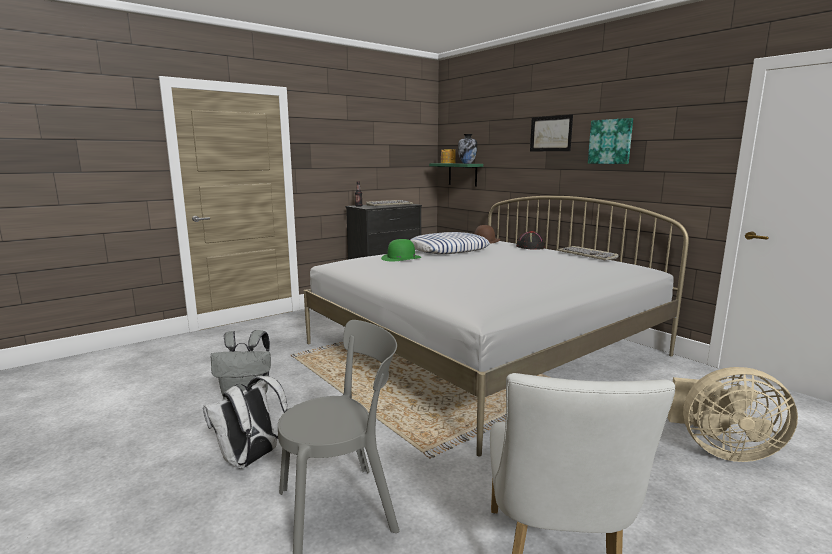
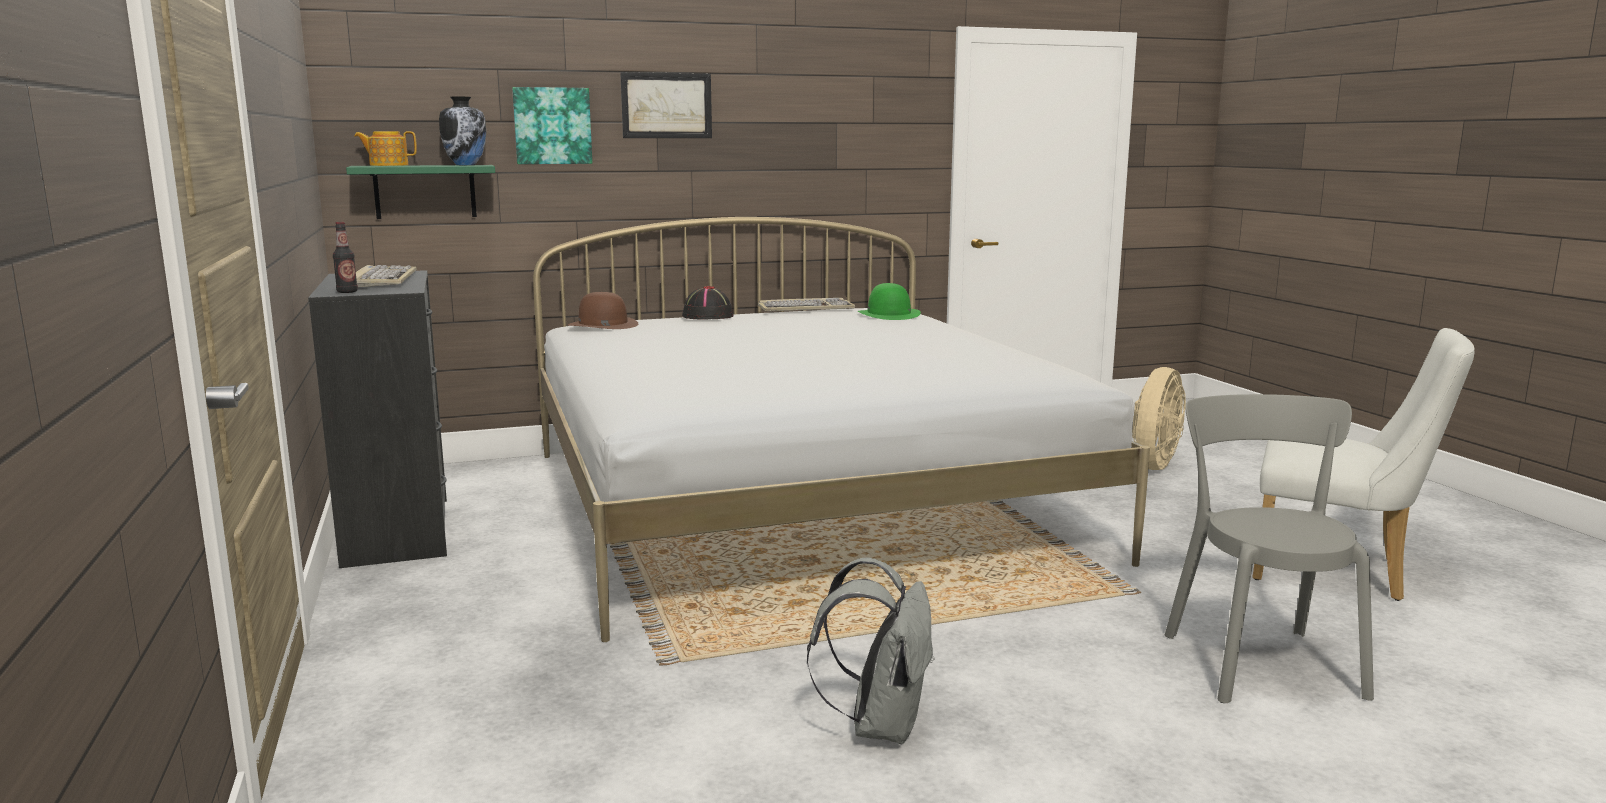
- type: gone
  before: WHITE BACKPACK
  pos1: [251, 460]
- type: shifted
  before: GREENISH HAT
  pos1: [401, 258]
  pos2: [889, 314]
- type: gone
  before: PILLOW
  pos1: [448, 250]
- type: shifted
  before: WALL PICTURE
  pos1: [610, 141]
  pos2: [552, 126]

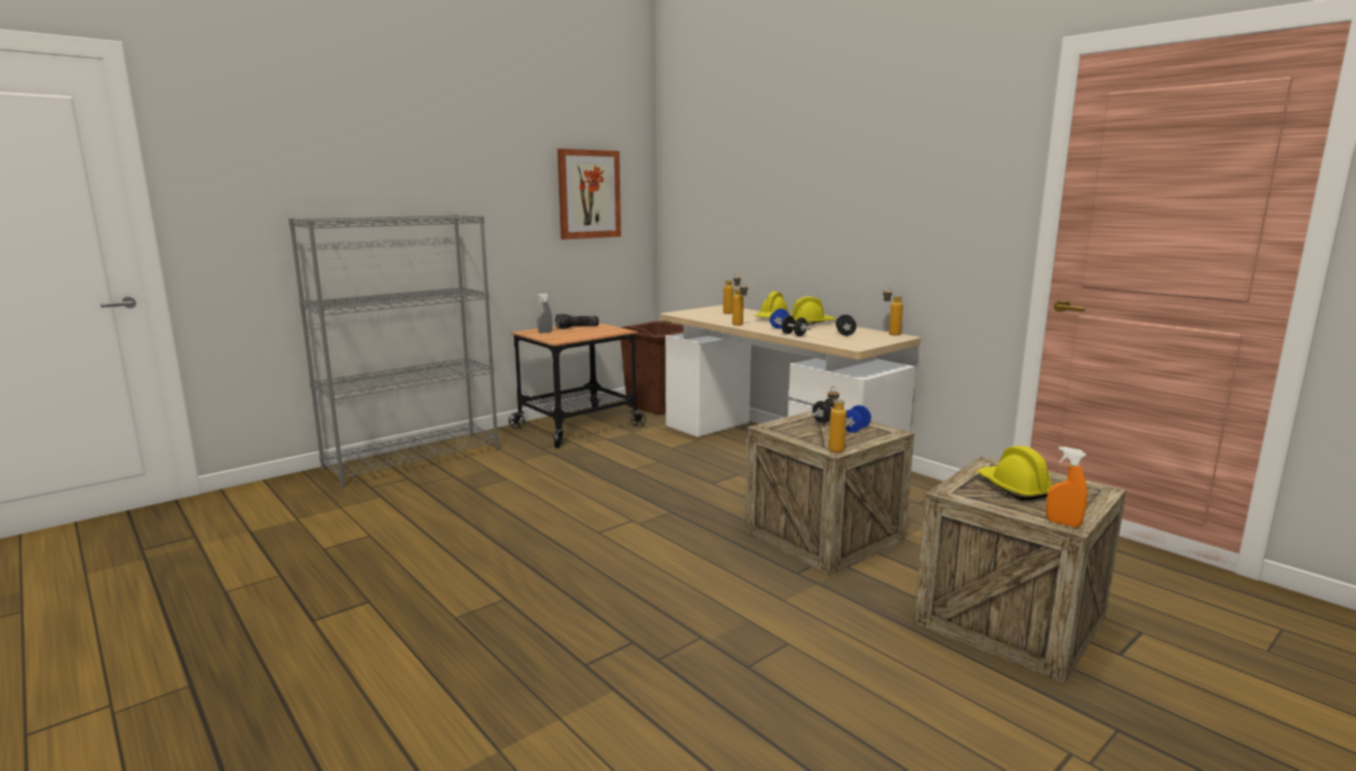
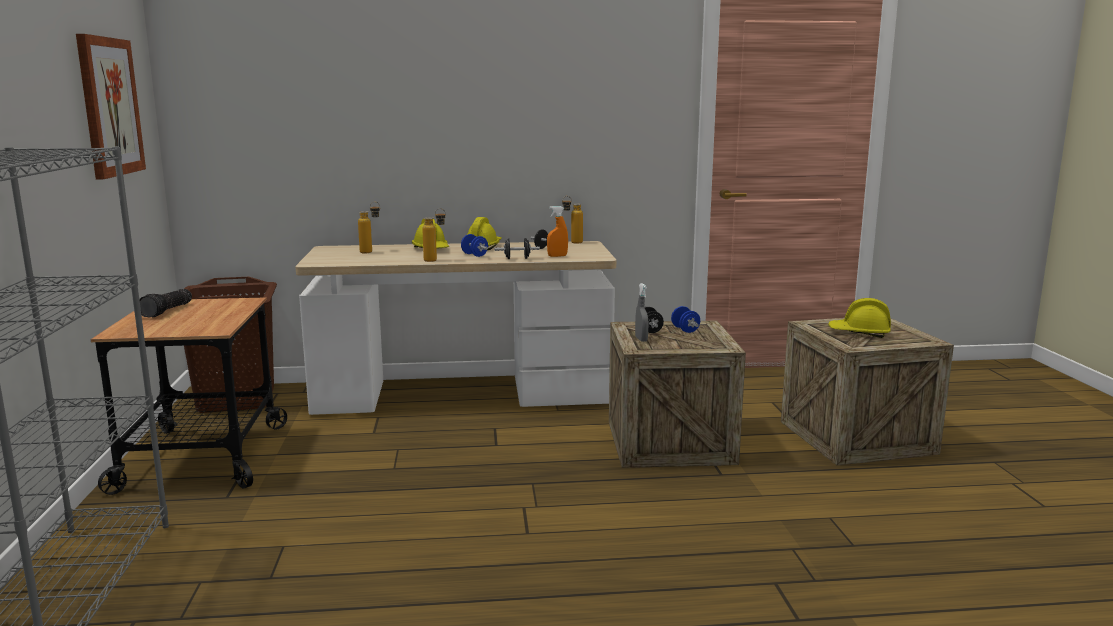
- type: shifted
  before: GREY SPRAYER
  pos1: [545, 332]
  pos2: [641, 339]
- type: gone
  before: DRINK BOTTLE
  pos1: [833, 448]
- type: shifted
  before: ORANGE-COLOURED SPRAYER
  pos1: [1063, 523]
  pos2: [557, 256]

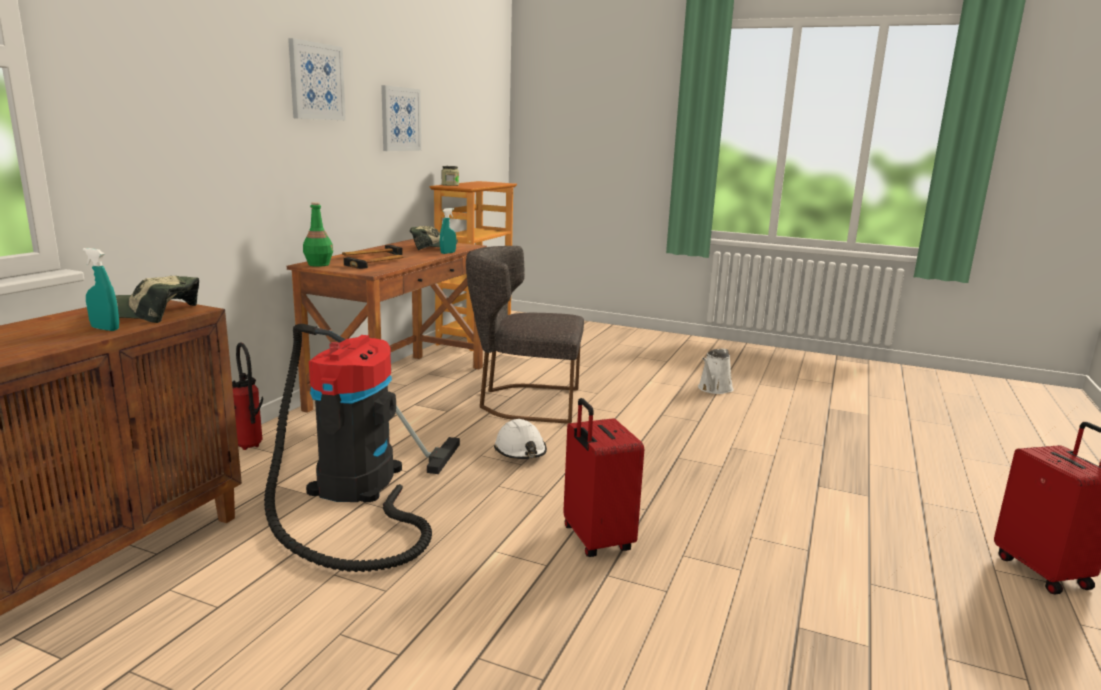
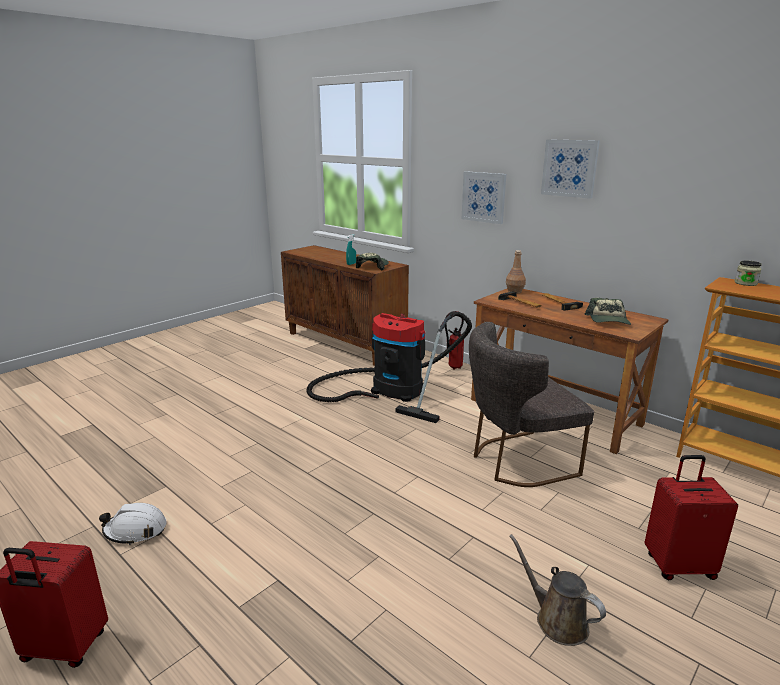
- type: repainted
  before: GREENISH DRINK BOTTLE
  after: BROWN DRINK BOTTLE
  pos1: [319, 264]
  pos2: [515, 291]
- type: shifted
  before: WALL PICTURE
  pos1: [400, 119]
  pos2: [484, 197]
- type: gone
  before: TURQUOISE-COLOURED SPRAYER
  pos1: [448, 253]
- type: rotated
  before: GREY UPRIGHT CHAIR
  pos1: [524, 402]
  pos2: [516, 461]
  turn: -135
- type: shifted
  before: WHITE WORK HELMET
  pos1: [520, 451]
  pos2: [136, 530]
- type: shifted
  before: RED TRAVEL CASE
  pos1: [595, 540]
  pos2: [678, 565]
- type: repainted
  before: WHITE SPRINKLING CAN
  after: BROWN SPRINKLING CAN
  pos1: [714, 389]
  pos2: [557, 620]

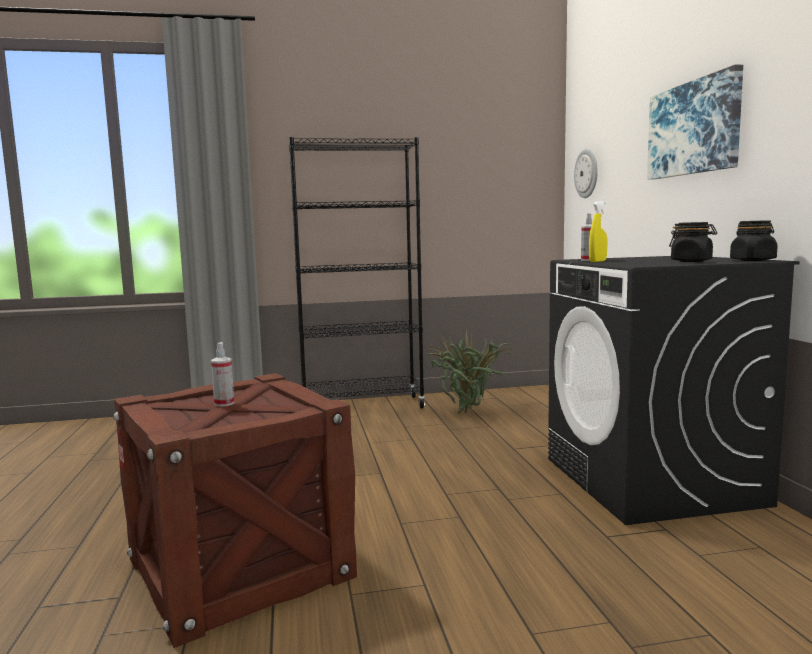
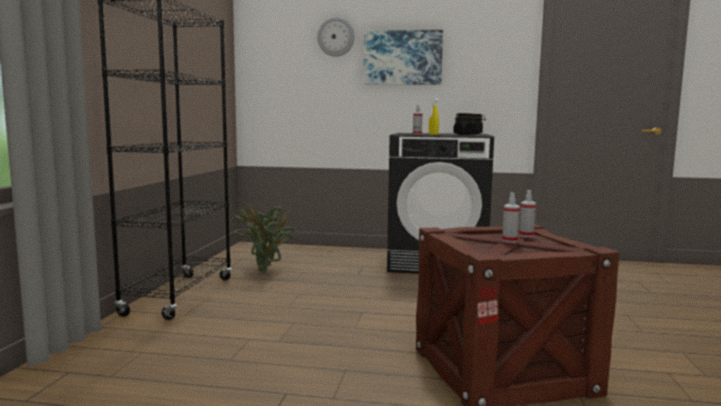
- type: shifted
  before: HANGING CLOCK
  pos1: [587, 173]
  pos2: [336, 37]
- type: new
  after: SPRAYER
  pos2: [526, 235]

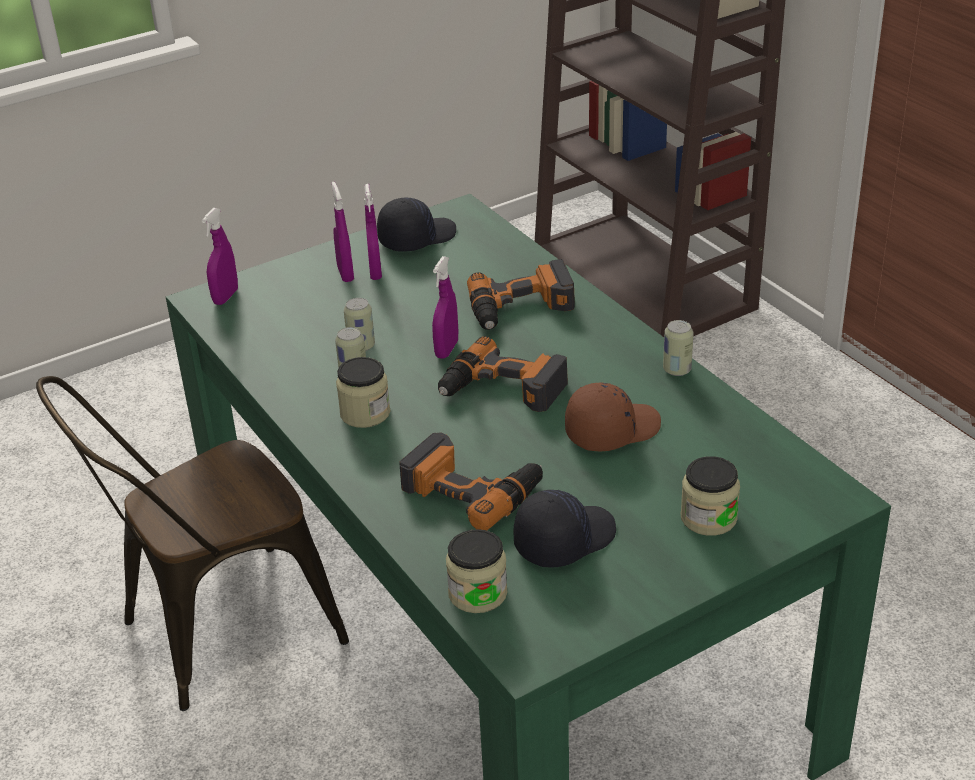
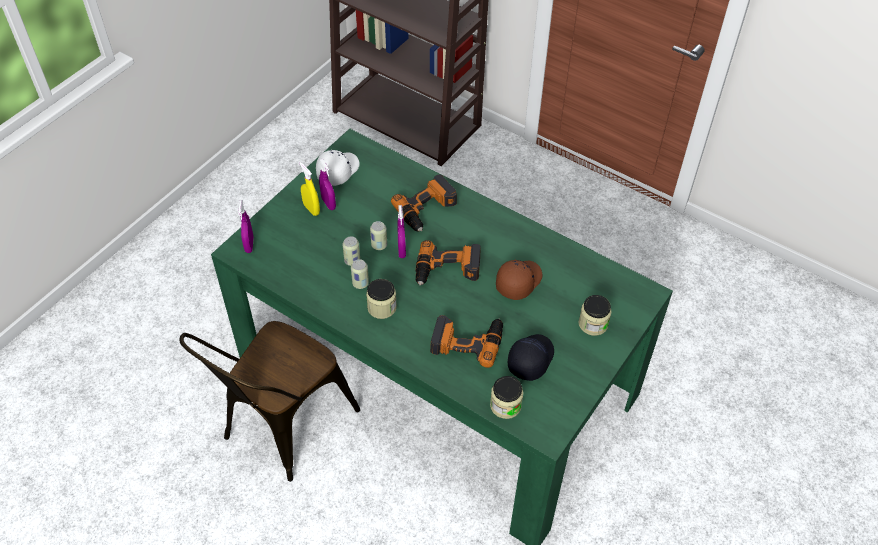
- type: repainted
  before: PURPLE-COLOURED SPRAYER
  after: YELLOW-COLOURED SPRAYER
  pos1: [345, 274]
  pos2: [311, 209]
- type: repainted
  before: BLACKISH PEAKED CAP
  after: WHITE PEAKED CAP
  pos1: [416, 237]
  pos2: [337, 171]
- type: shifted
  before: CAN
  pos1: [677, 370]
  pos2: [379, 245]

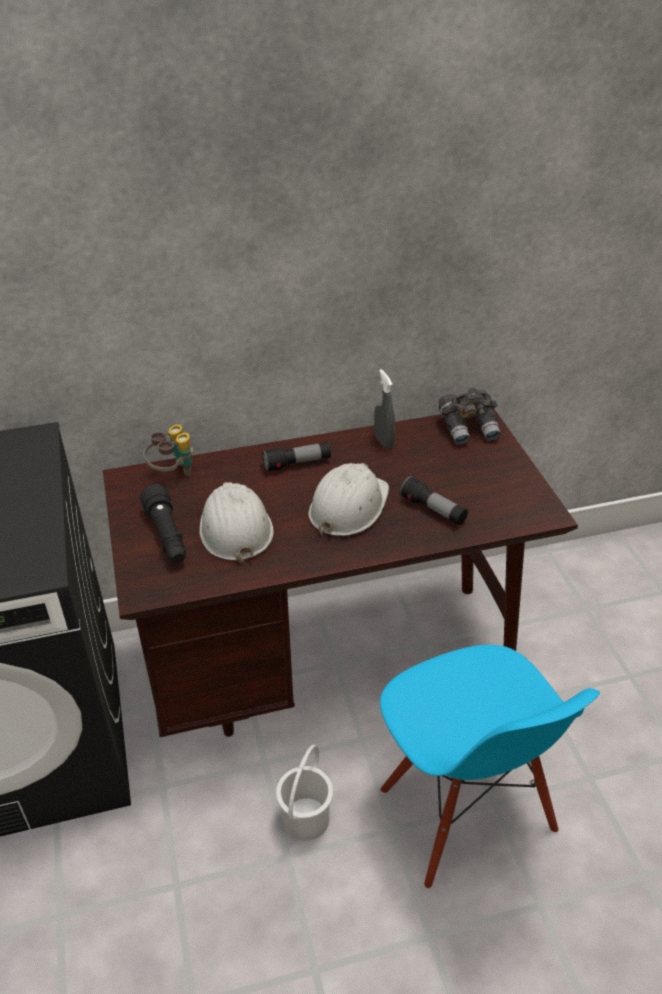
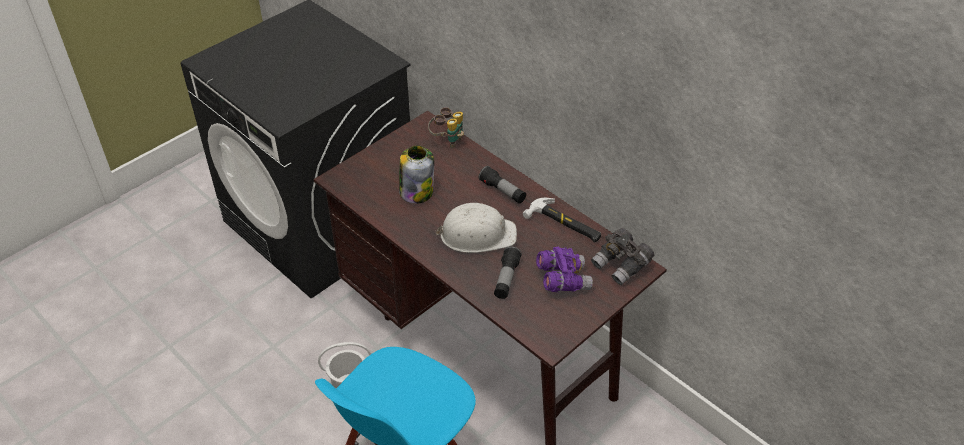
- type: gone
  before: BLACKISH HAND TORCH
  pos1: [167, 536]
- type: swapped
  before: WHITE WORK HELMET
  after: STORAGE JAR
  pos1: [235, 528]
  pos2: [416, 191]
- type: swapped
  before: GREY SPRAYER
  after: HAND HAMMER
  pos1: [383, 441]
  pos2: [564, 224]
- type: new
  after: PURPLE-COLOURED FIELD GLASSES
  pos2: [562, 279]

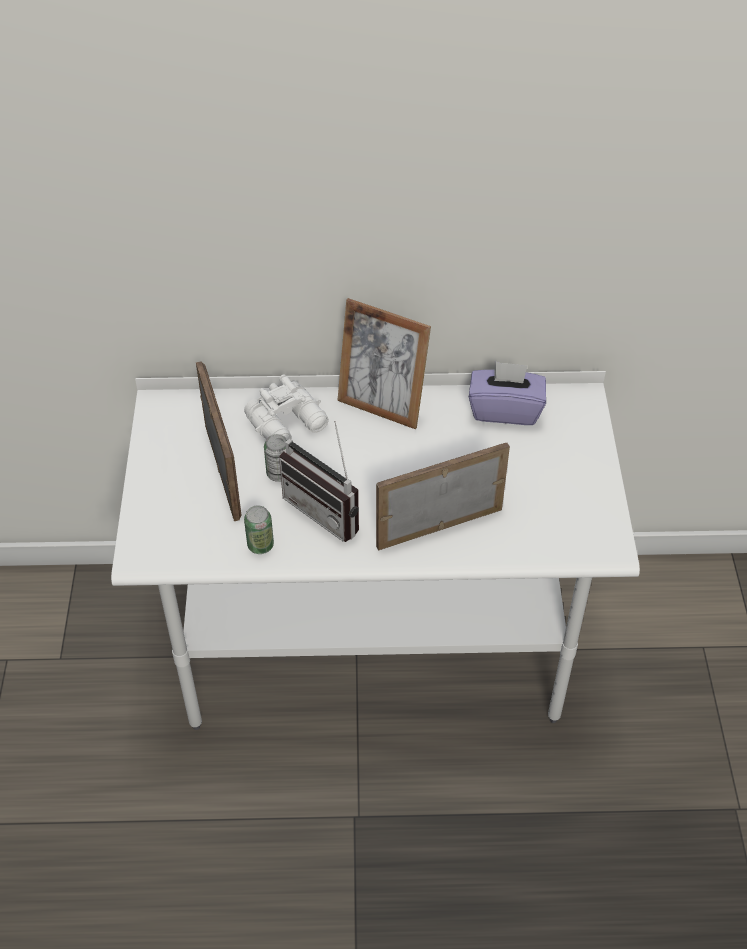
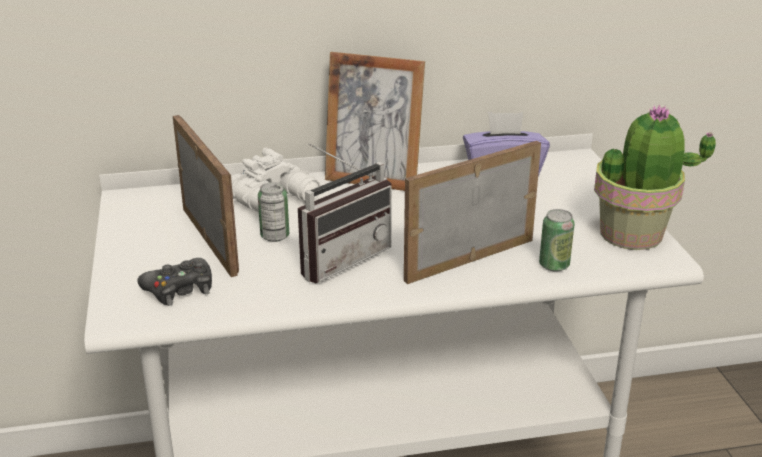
- type: shifted
  before: CAN
  pos1: [260, 545]
  pos2: [554, 265]
- type: rotated
  before: RADIO SET
  pos1: [329, 509]
  pos2: [339, 258]
  turn: -75
- type: new
  after: BLACKISH JOYPAD
  pos2: [179, 289]
- type: new
  after: PLANT IN A POT
  pos2: [632, 235]

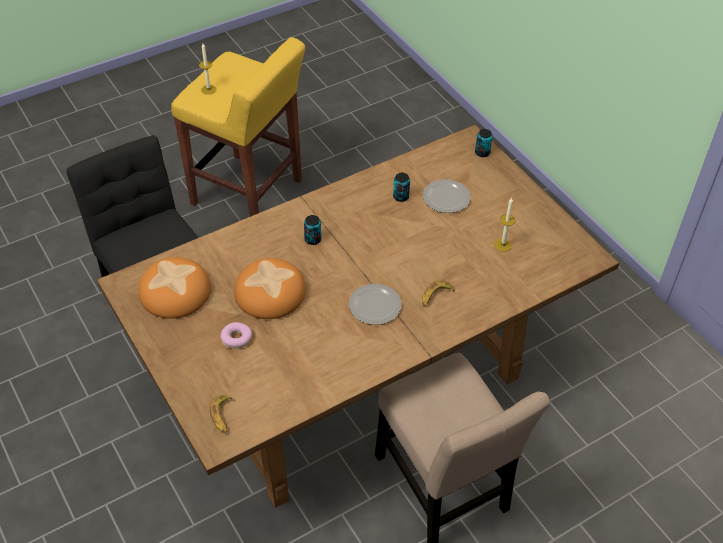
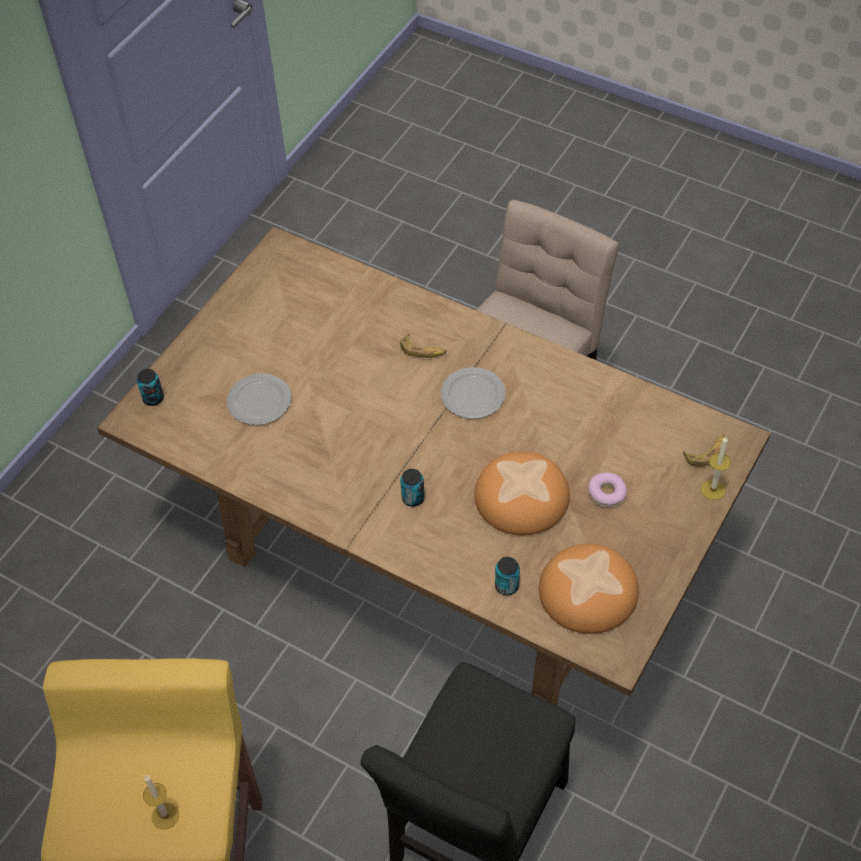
- type: shifted
  before: CAN
  pos1: [401, 197]
  pos2: [507, 586]
- type: shifted
  before: CANDLE
  pos1: [503, 245]
  pos2: [713, 490]

